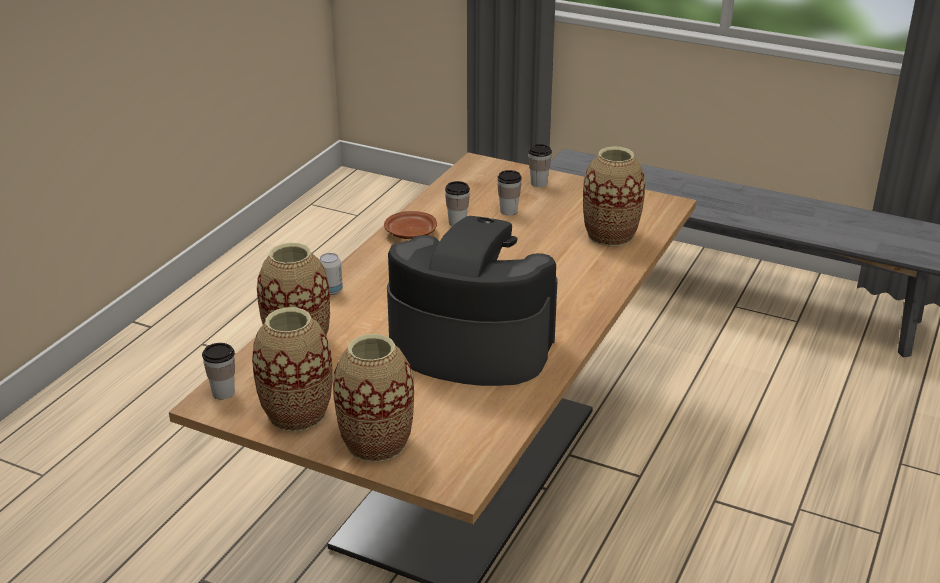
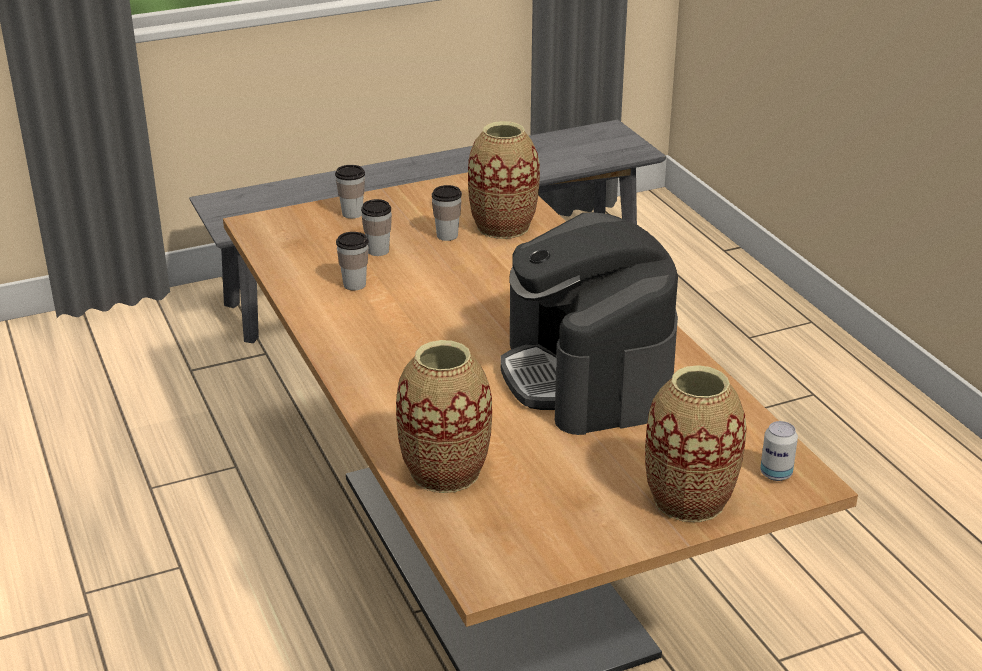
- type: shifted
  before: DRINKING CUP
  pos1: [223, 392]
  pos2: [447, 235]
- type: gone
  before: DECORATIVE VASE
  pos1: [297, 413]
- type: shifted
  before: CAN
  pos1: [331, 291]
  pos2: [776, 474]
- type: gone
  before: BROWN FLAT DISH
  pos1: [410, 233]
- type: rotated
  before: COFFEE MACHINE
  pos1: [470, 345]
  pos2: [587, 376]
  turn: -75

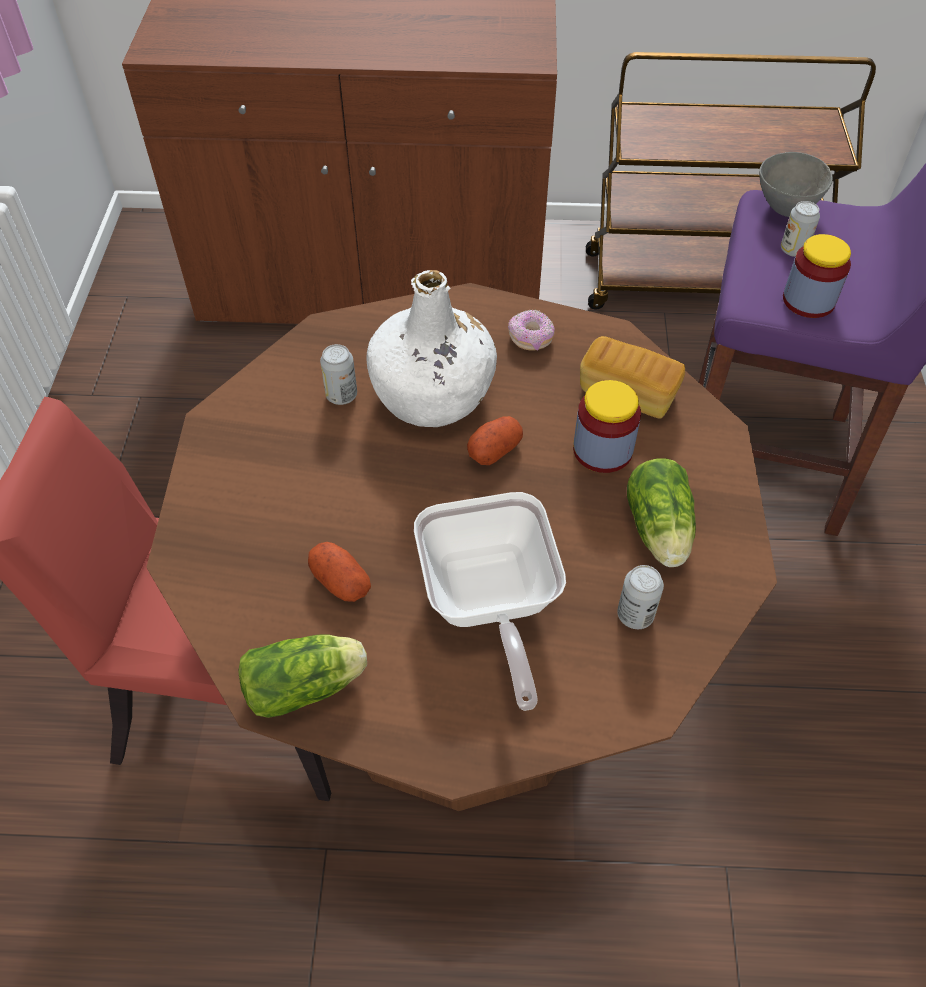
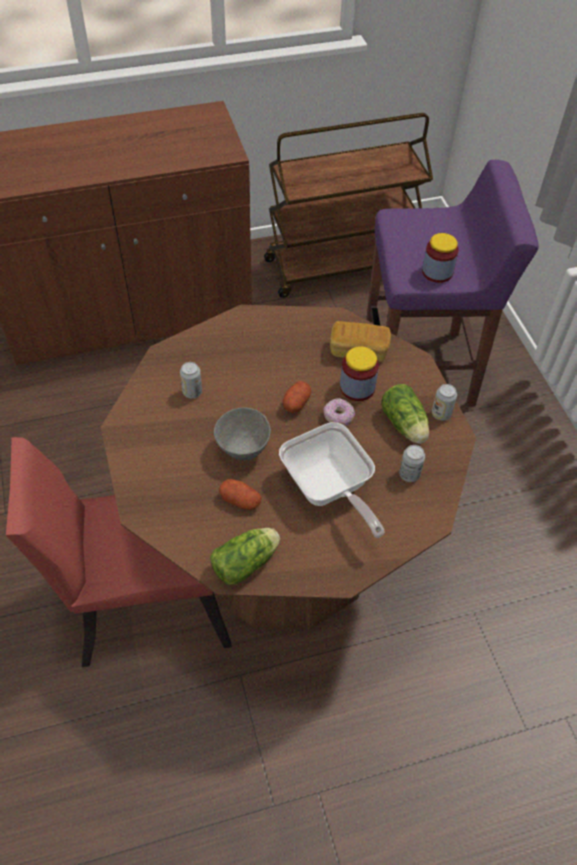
- type: gone
  before: WHITE DRINK BOTTLE
  pos1: [434, 394]
- type: shifted
  before: DOUGHNUT
  pos1: [531, 338]
  pos2: [338, 417]
- type: shifted
  before: GREY BOWL
  pos1: [785, 207]
  pos2: [242, 449]
- type: shifted
  before: CAN
  pos1: [793, 250]
  pos2: [441, 414]

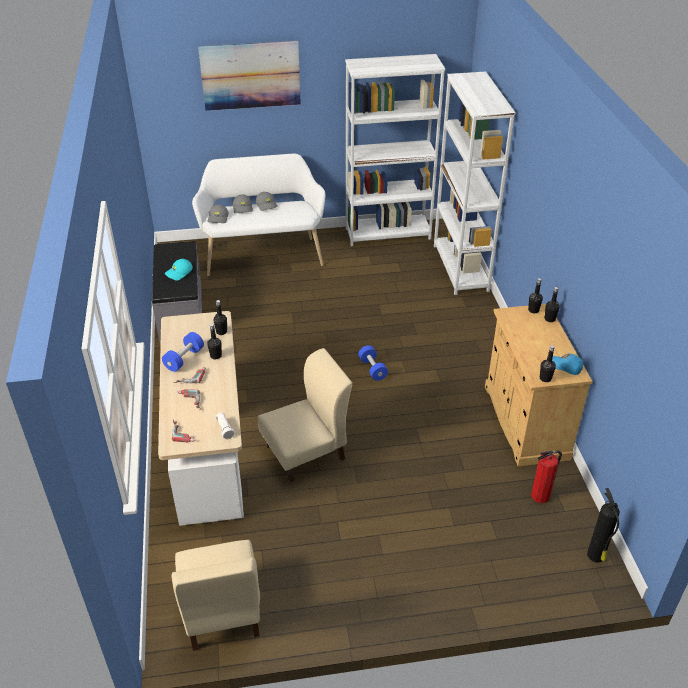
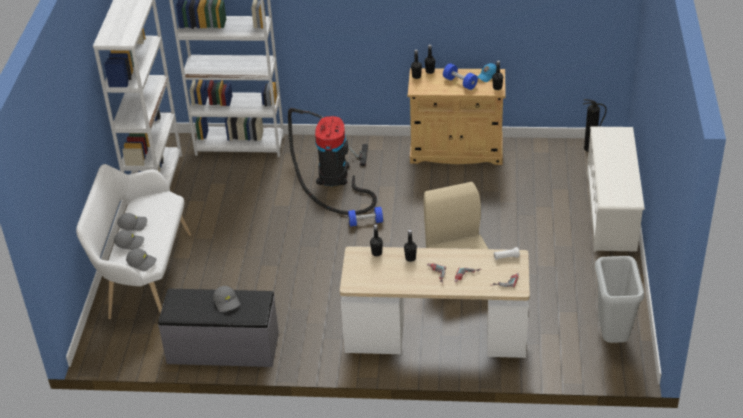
- type: shifted
  before: BLUE HAND WEIGHT
  pos1: [184, 359]
  pos2: [460, 83]
- type: repainted
  before: TURQUOISE-COLOURED PEAKED CAP
  after: GREY PEAKED CAP
  pos1: [179, 273]
  pos2: [227, 302]
- type: swapped
  before: SAND-COLOURED UPRIGHT CHAIR
  after: GREY TRASH CAN
  pos1: [221, 611]
  pos2: [613, 337]
- type: gone
  before: WALL PICTURE
  pos1: [250, 75]
- type: gone
  before: FIRE EXTINGUISHER
  pos1: [540, 495]
- type: new
  after: VACUUM CLEANER
  pos2: [333, 177]
- type: new
  after: WHITE SHOE SHELF
  pos2: [611, 211]

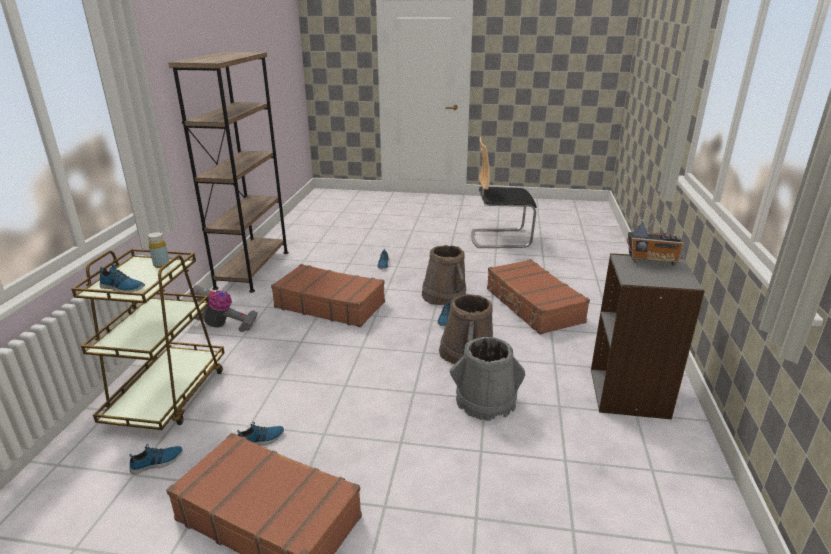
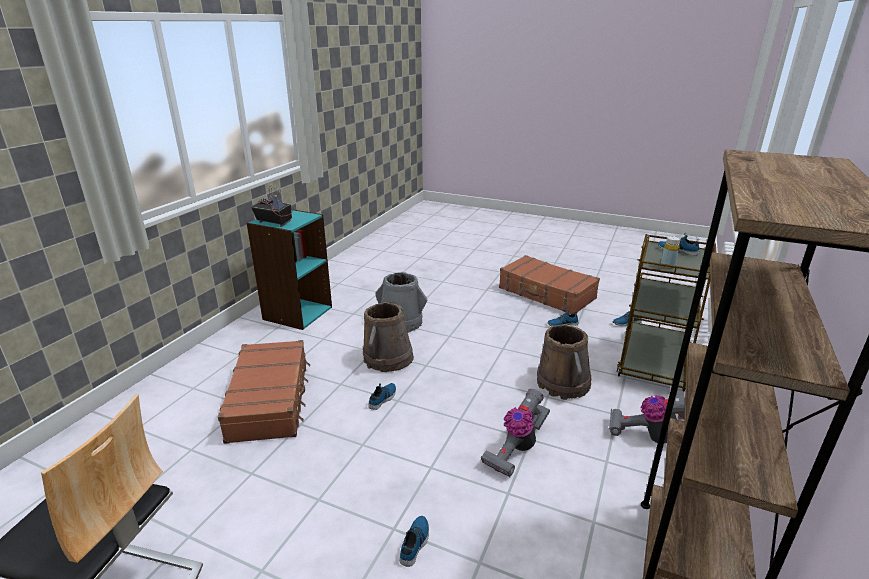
- type: swapped
  before: BROWN TRAVEL CASE
  after: VACUUM CLEANER
  pos1: [330, 305]
  pos2: [517, 448]
- type: shifted
  before: BROWN BUCKET
  pos1: [444, 295]
  pos2: [562, 383]
- type: repainted
  before: GREY BOOKSHELF
  after: TURQUOISE-COLOURED BOOKSHELF
  pos1: [629, 393]
  pos2: [297, 313]

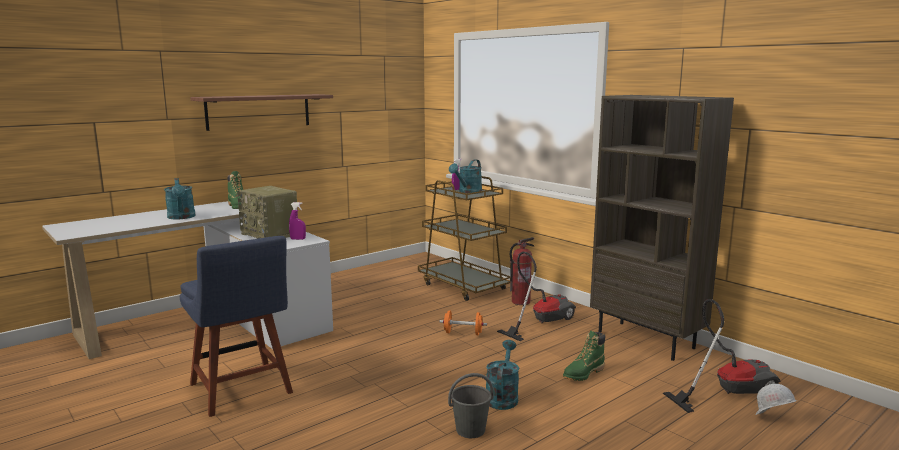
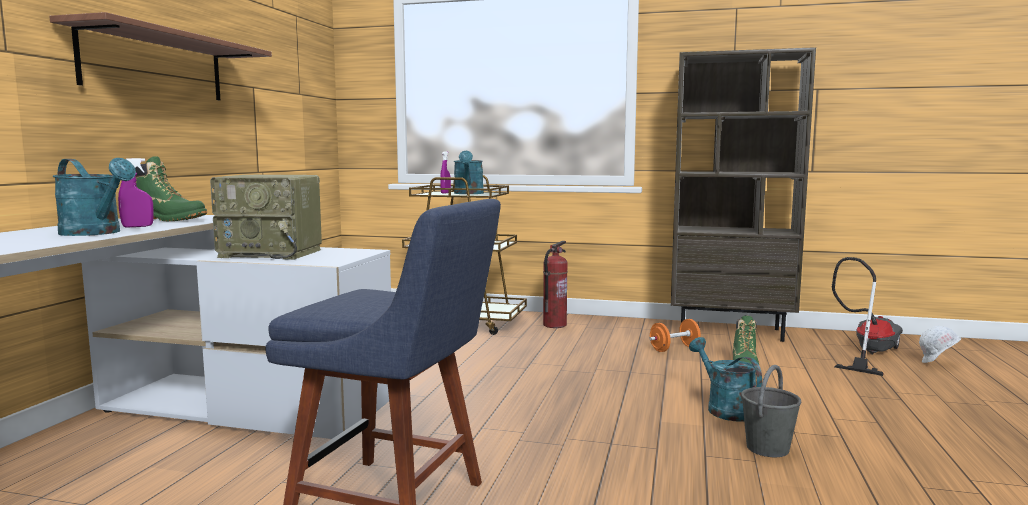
- type: shifted
  before: PURPLE-COLOURED SPRAYER
  pos1: [298, 239]
  pos2: [137, 226]
- type: shifted
  before: ORANGE-COLOURED HAND WEIGHT
  pos1: [463, 333]
  pos2: [674, 349]
- type: gone
  before: VACUUM CLEANER
  pos1: [540, 321]

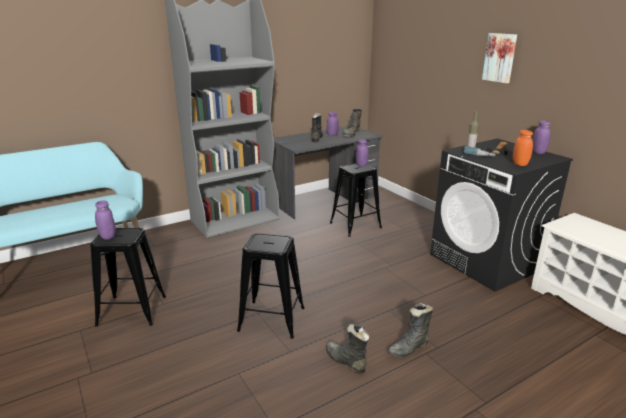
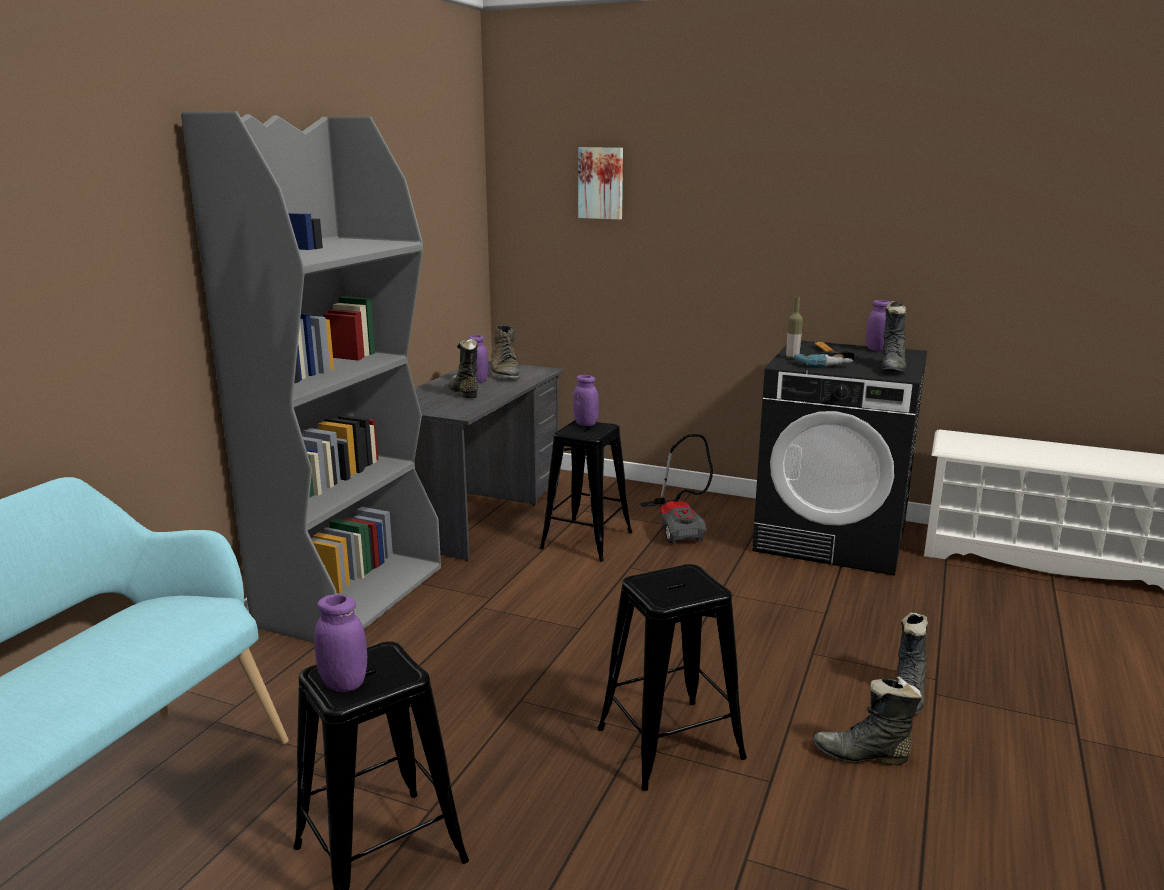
- type: shifted
  before: WALL PICTURE
  pos1: [500, 57]
  pos2: [601, 183]
- type: swapped
  before: ORANGE-COLOURED STORAGE JAR
  after: BLACKISH HIGH-TOP BOOT
  pos1: [520, 164]
  pos2: [893, 368]
- type: new
  after: VACUUM CLEANER
  pos2: [678, 527]

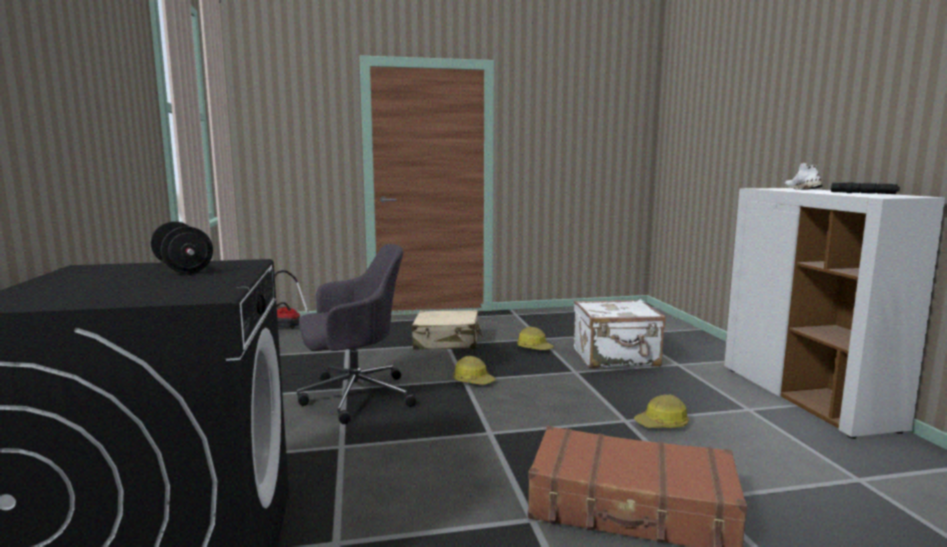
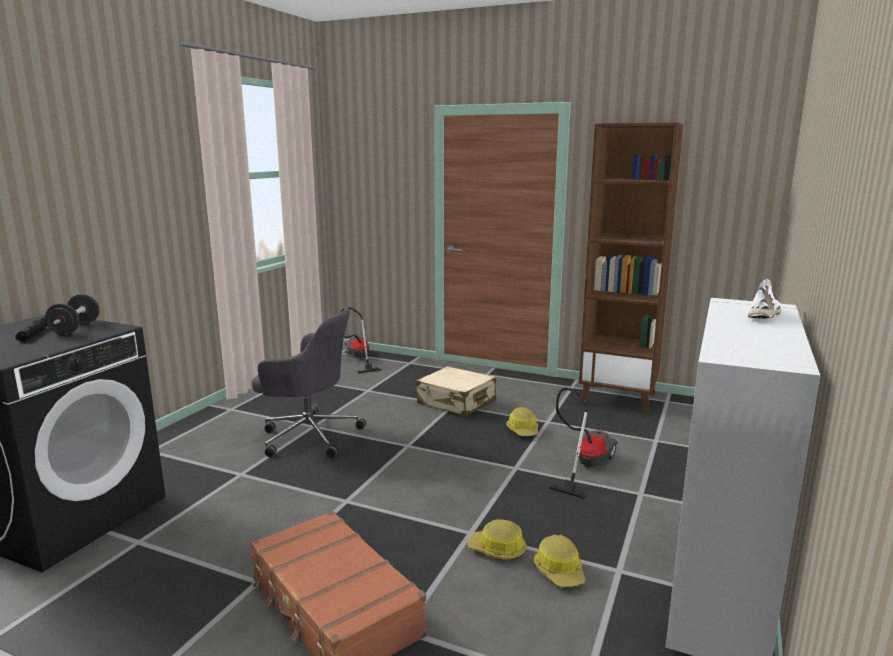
- type: shifted
  before: WORK HELMET
  pos1: [473, 381]
  pos2: [560, 571]
- type: swapped
  before: WHITE TRAVEL CASE
  after: VACUUM CLEANER
  pos1: [616, 358]
  pos2: [584, 466]
- type: shifted
  before: BLACKISH HAND TORCH
  pos1: [863, 193]
  pos2: [34, 334]
- type: new
  after: BROWN BOOKSHELF
  pos2: [618, 398]

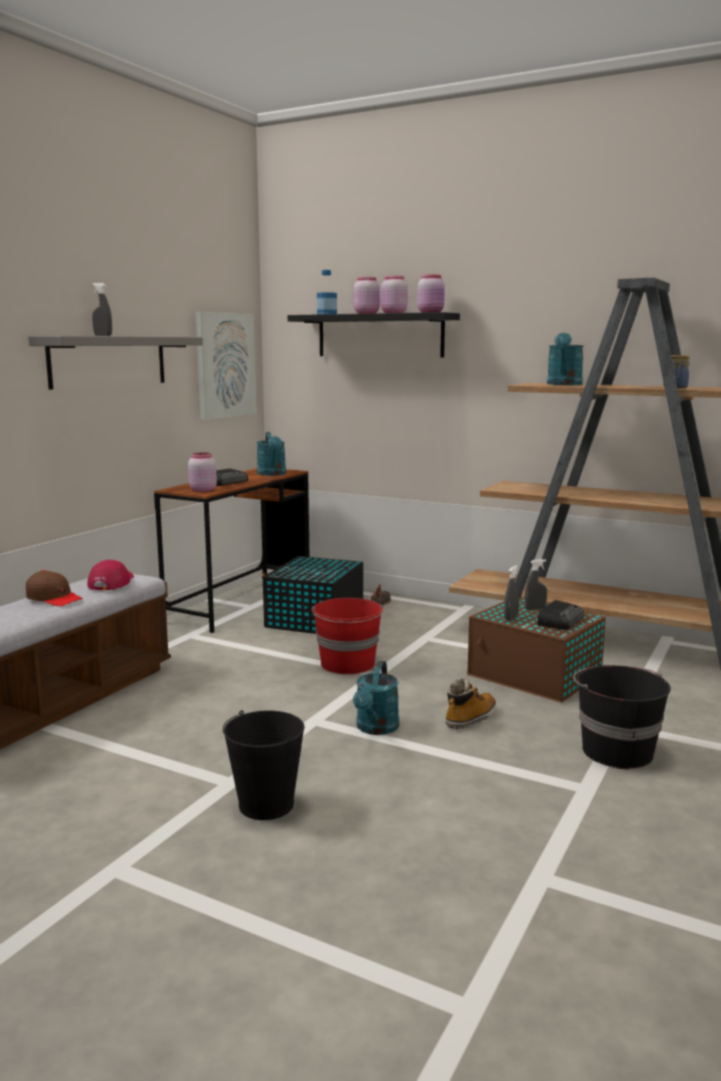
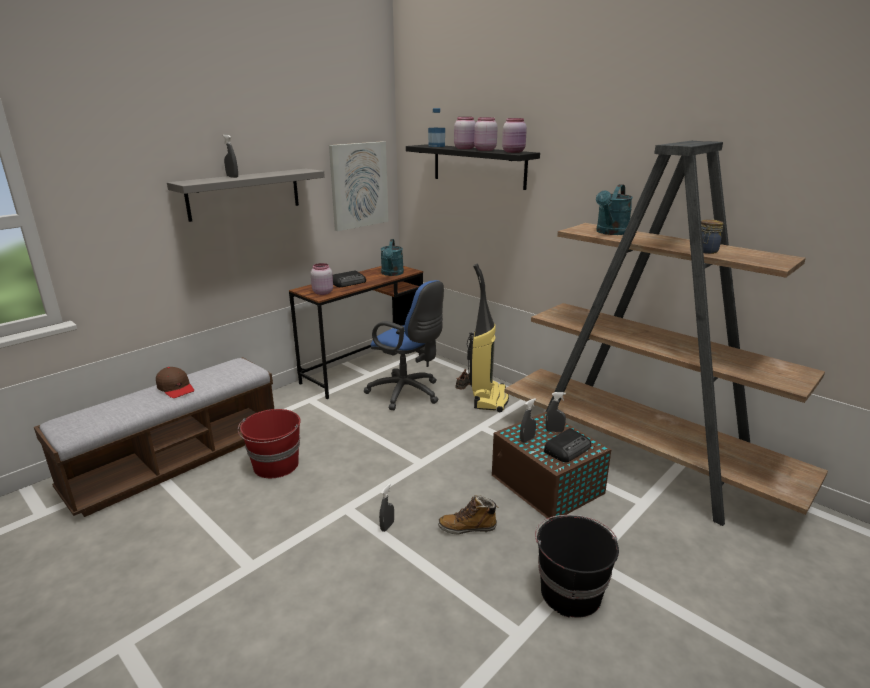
- type: gone
  before: RED PEAKED CAP
  pos1: [111, 582]
- type: gone
  before: BLACKISH BUCKET
  pos1: [266, 804]
- type: swapped
  before: BLACKISH STORAGE BIN
  after: BLUE COMPUTER CHAIR
  pos1: [314, 619]
  pos2: [407, 394]
- type: shifted
  before: RED BUCKET
  pos1: [348, 664]
  pos2: [275, 465]
- type: swapped
  before: TURQUOISE-COLOURED SPRINKLING CAN
  after: GREY SPRAYER
  pos1: [375, 729]
  pos2: [387, 526]
- type: rotated
  before: HIGH-TOP BOOT
  pos1: [470, 718]
  pos2: [467, 527]
  turn: -150
- type: new
  after: VACUUM CLEANER
  pos2: [488, 398]

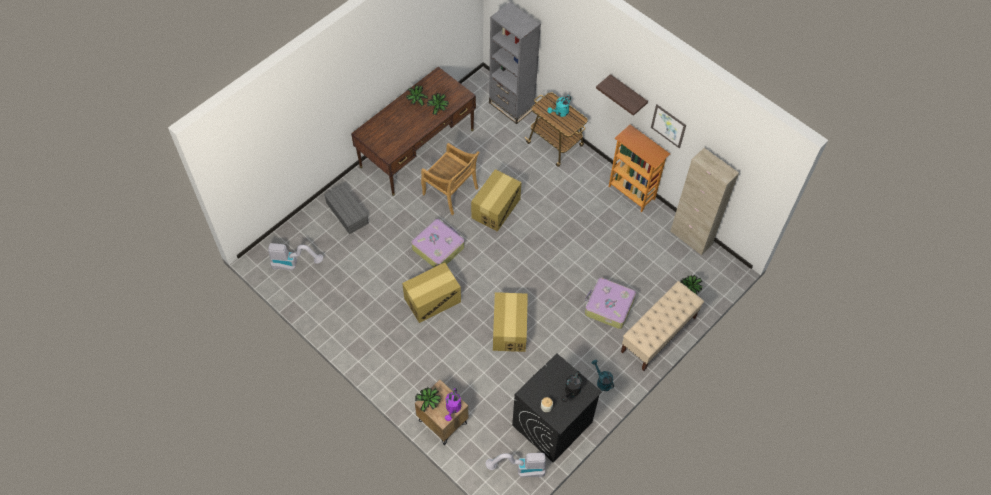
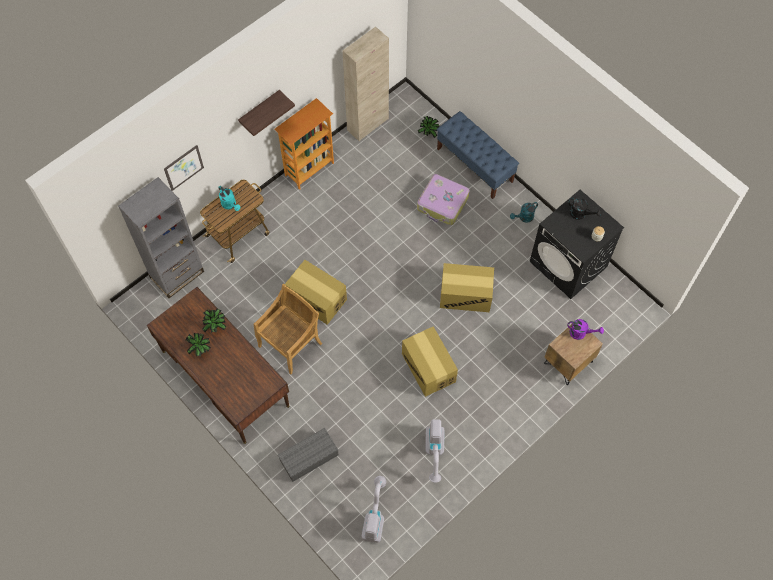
- type: gone
  before: TRAVEL CASE
  pos1: [438, 247]
- type: gone
  before: PLANT IN A POT
  pos1: [429, 404]
- type: shifted
  before: VACUUM CLEANER
  pos1: [520, 469]
  pos2: [434, 452]
- type: repainted
  before: SAND-COLOURED INDOOR BENCH
  after: BLUE INDOOR BENCH
  pos1: [658, 335]
  pos2: [475, 165]
- type: shifted
  before: WALL PICTURE
  pos1: [668, 126]
  pos2: [183, 167]

